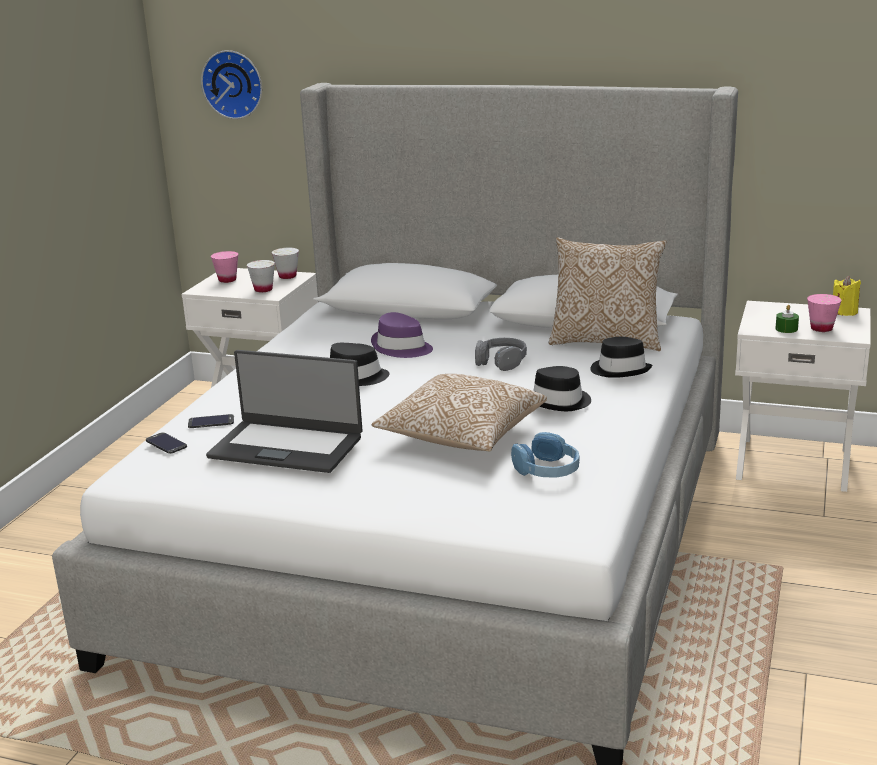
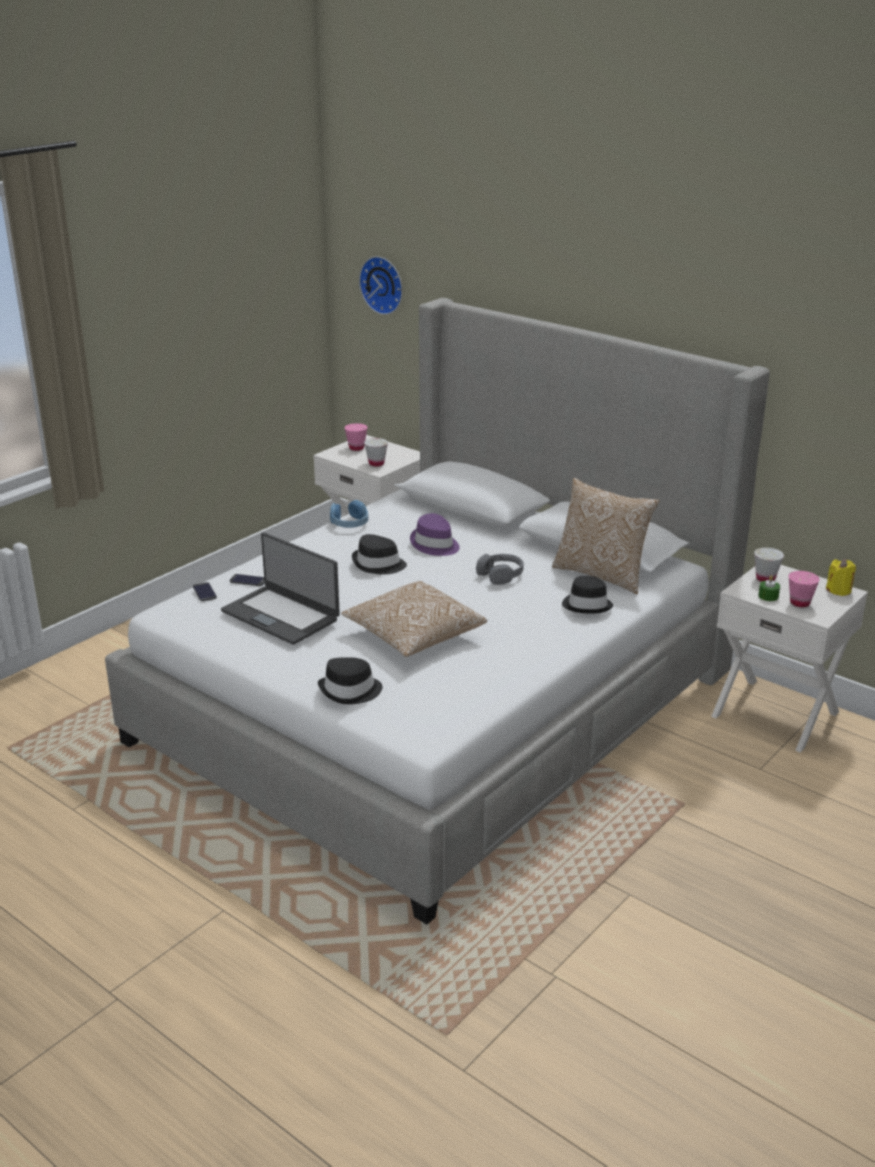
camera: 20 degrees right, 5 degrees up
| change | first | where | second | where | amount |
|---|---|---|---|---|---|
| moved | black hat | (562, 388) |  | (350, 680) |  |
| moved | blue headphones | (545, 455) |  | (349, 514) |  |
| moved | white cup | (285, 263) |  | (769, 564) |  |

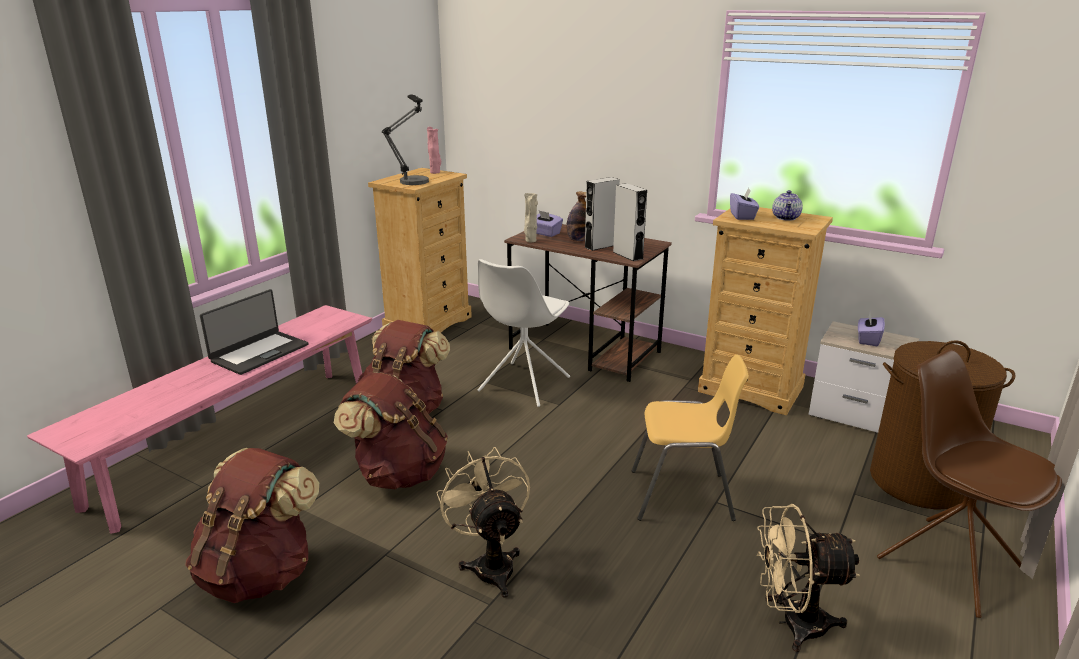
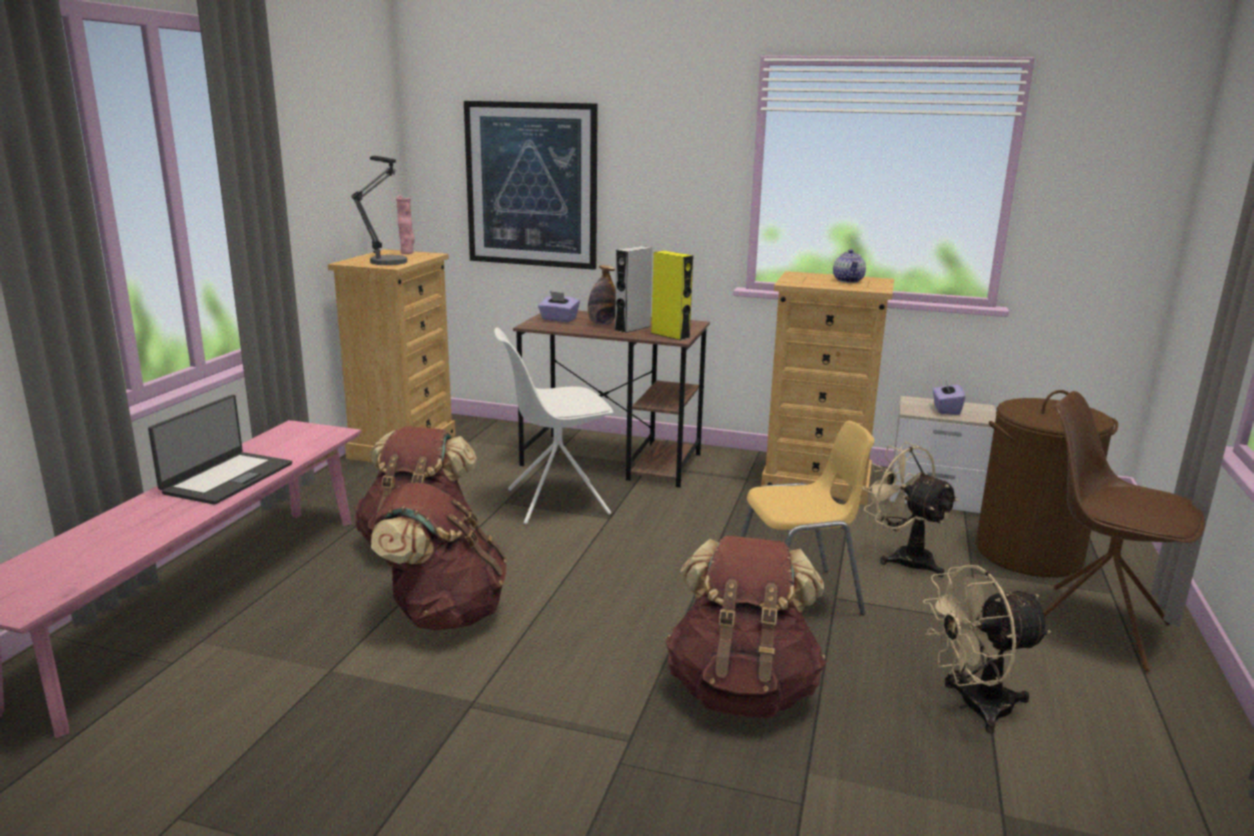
camera: 15 degrees left, 5 degrees down
| change | first | where | second | where | amount |
|---|---|---|---|---|---|
| added |  |  | picture | (531, 185) |  |
| turned | white chair | (524, 333) |  | (553, 426) | 60 degrees clockwise |
| recoloured | grey speaker | (630, 222) | yellow speaker | (672, 296) |  |
| moved | brown backpack | (252, 525) |  | (745, 626) |  |
| moved | beige fan | (483, 522) |  | (910, 509) |  |
| removed | beige vase | (531, 217) |  |  |  |
| removed | purple tissue box | (744, 203) |  |  |  |

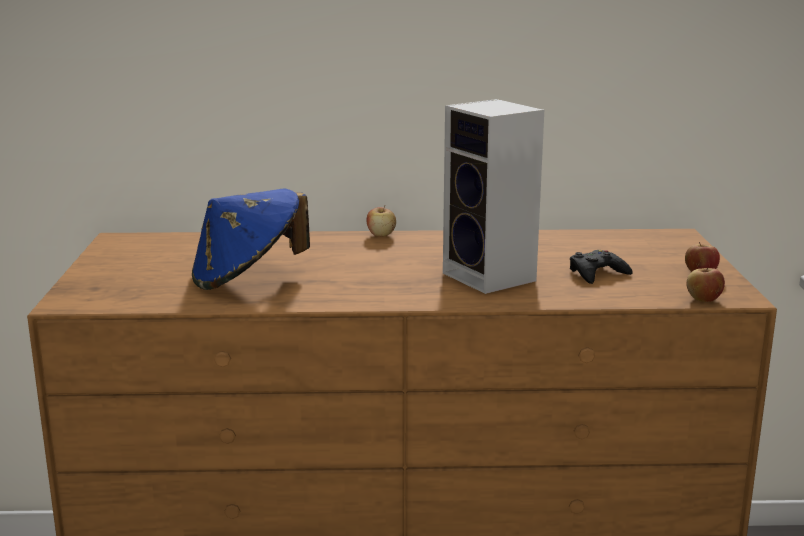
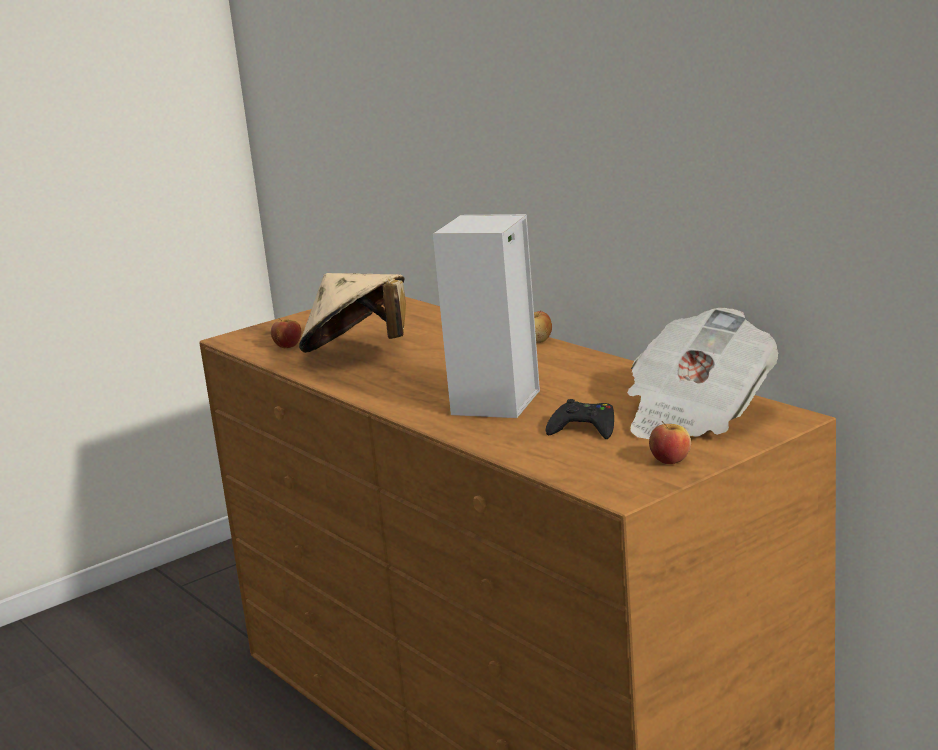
camera: 55 degrees right, 0 degrees up
| change | first | where | second | where | amount |
|---|---|---|---|---|---|
| moved | apple | (705, 285) |  | (286, 333) |  |
| recoloured | blue hat | (251, 239) | beige hat | (352, 313) |  |
| added |  |  | newspaper | (703, 373) |  |

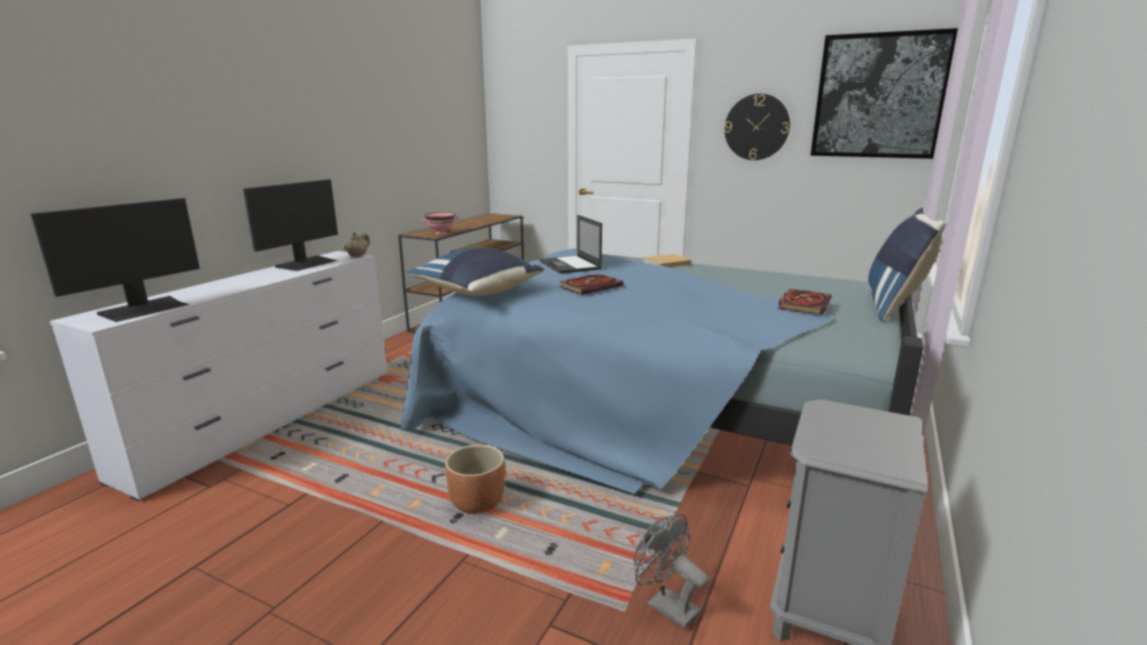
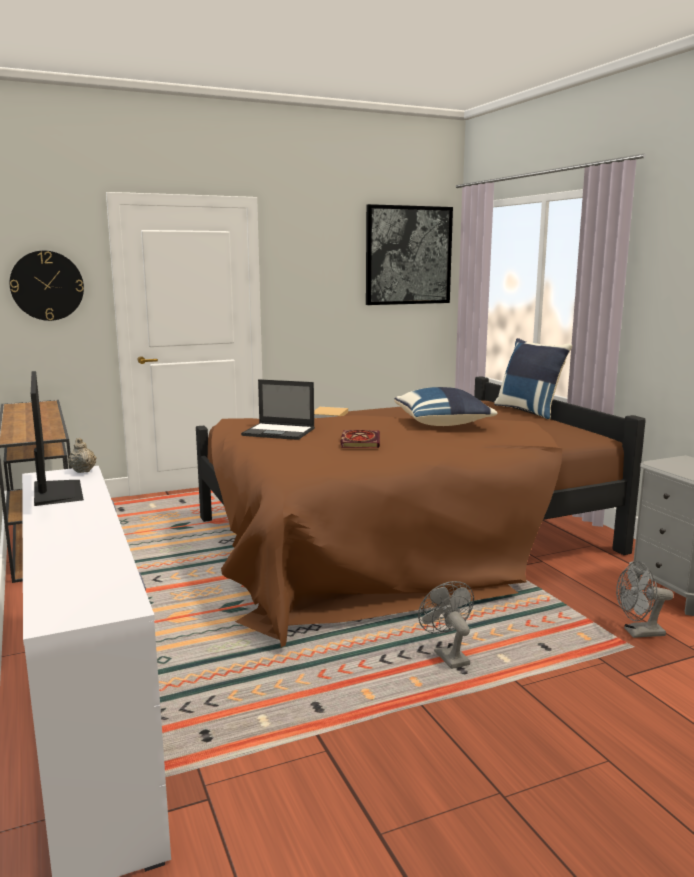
camera: 50 degrees left, 5 degrees down
| change | first | where | second | where | amount |
|---|---|---|---|---|---|
| moved | wall clock | (757, 127) |  | (47, 286) |  |
| recoloured | blue bed | (662, 371) | brown bed | (421, 511) |  |
| moved | blue pillow | (475, 272) |  | (445, 406) |  |
| replaced | brown planter | (475, 479) | grey fan | (446, 625) |  |
| removed | monitor | (115, 260) |  |  |  |
| removed | pink bowl | (440, 223) |  |  |  |
| removed | book | (805, 302) |  |  |  |

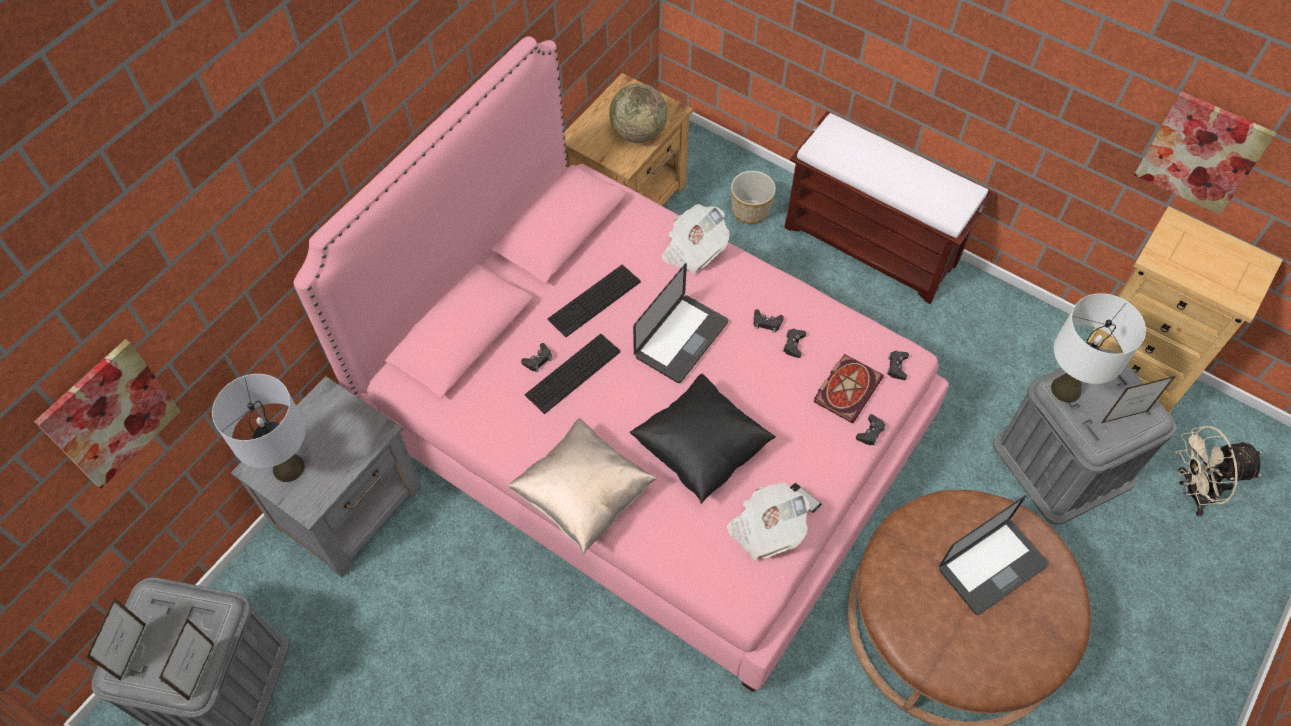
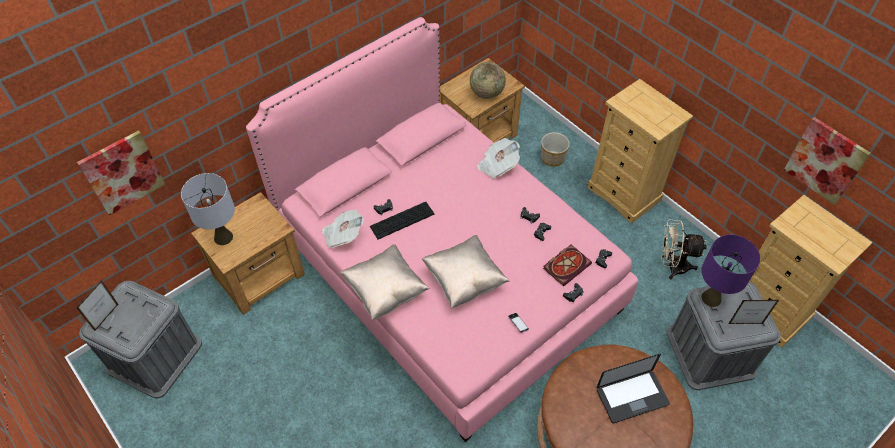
camera: 15 degrees right, 5 degrees down
| change | first | where | second | where | amount |
|---|---|---|---|---|---|
| recoloured | grey nightstand | (326, 476) | brown nightstand | (248, 253) |  |
| moved | newspaper | (768, 521) |  | (343, 228) |  |
| recoloured | black pillow | (703, 439) | beige pillow | (465, 272) |  |
| replaced | brown bench | (889, 208) | beige dresser | (640, 151) |  |
| moved | beige fan | (1219, 471) |  | (684, 249) |  |
| recoloured | white table lamp | (1098, 347) | purple table lamp | (730, 271) |  |
| removed | picture frame | (187, 659) |  |  |  |
| removed | keyboard | (594, 301) |  |  |  |
| removed | laptop | (680, 323) |  |  |  |

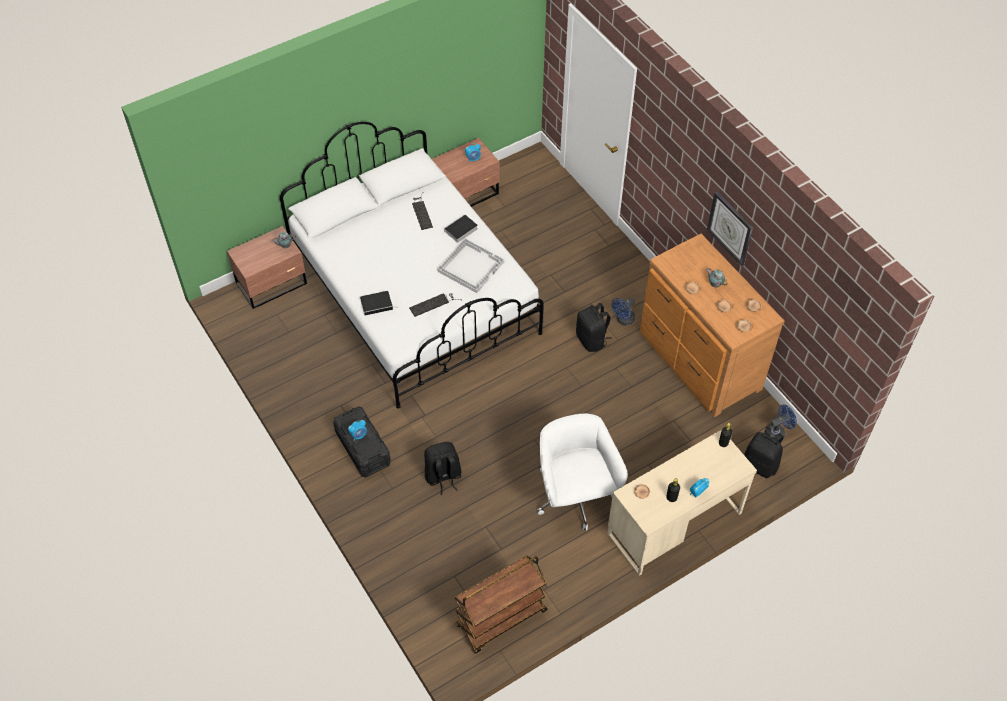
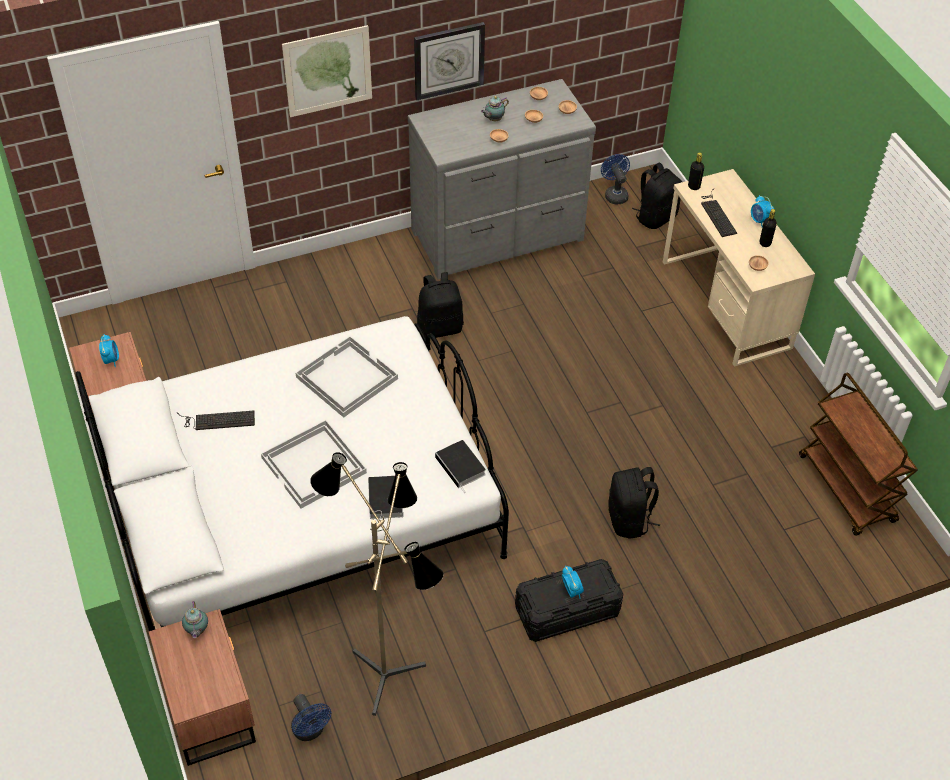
camera: 80 degrees left, 5 degrees down
| change | first | where | second | where | amount |
|---|---|---|---|---|---|
| added |  |  | white tray | (314, 464) |  |
| added |  |  | picture | (327, 71) |  |
| moved | blue fan | (623, 312) |  | (311, 717) |  |
| added |  |  | floor lamp | (377, 584) |  |
| recoloured | brown dresser | (712, 325) | grey dresser | (502, 179) |  |
| moved | book | (459, 229) |  | (460, 466) |  |
| moved | keyboard | (435, 305) |  | (719, 213) |  |
| removed | white office chair | (582, 472) |  |  |  |

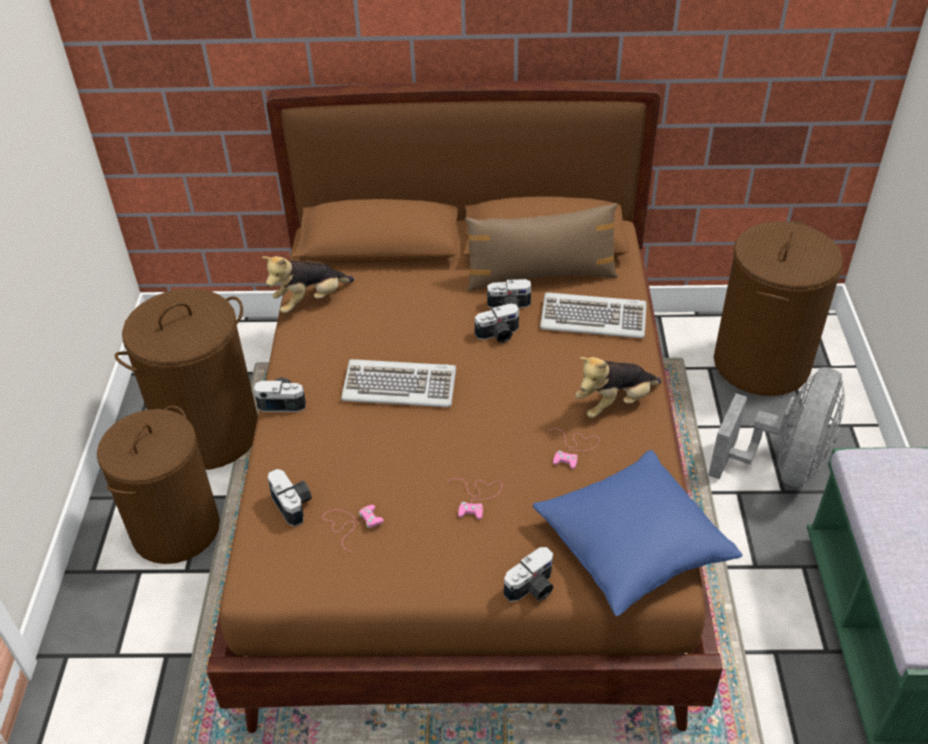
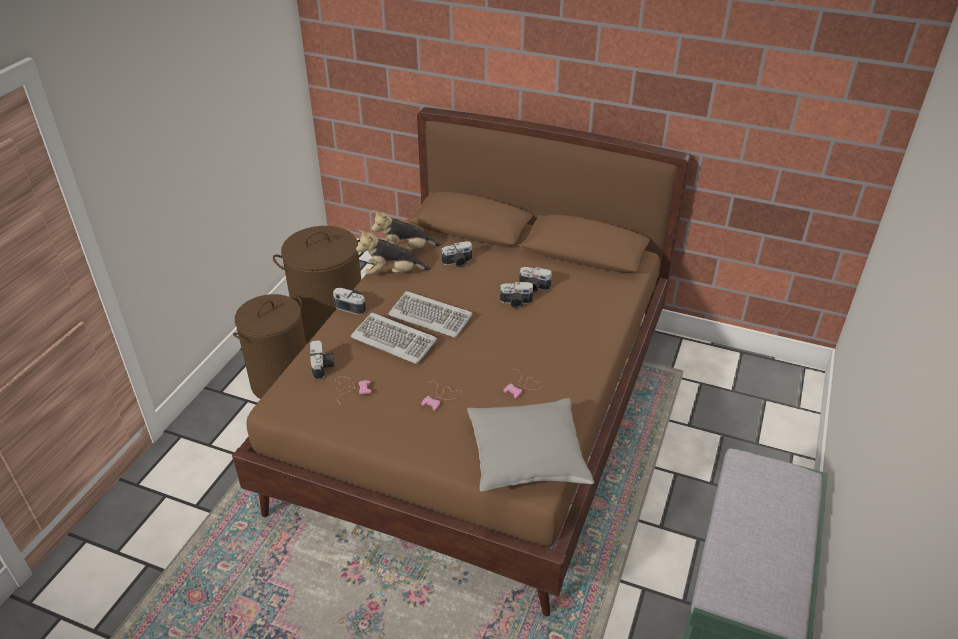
camera: 20 degrees right, 5 degrees down
| change | first | where | second | where | amount |
|---|---|---|---|---|---|
| moved | keyboard | (593, 315) |  | (393, 338) |  |
| moved | plush toy | (618, 387) |  | (393, 252) |  |
| moved | photo camera | (528, 574) |  | (457, 254) |  |
| recoloured | blue pillow | (638, 533) | grey pillow | (530, 444) |  |
| removed | brown pillow | (541, 247) |  |  |  |
| removed | grey fan | (776, 427) |  |  |  |
| removed | brown laundry basket | (778, 308) |  |  |  |

